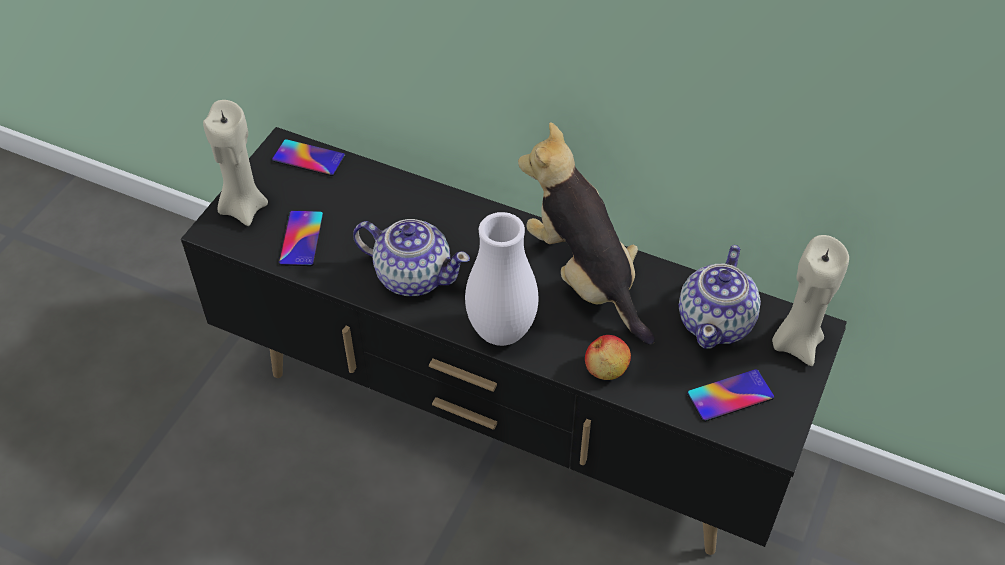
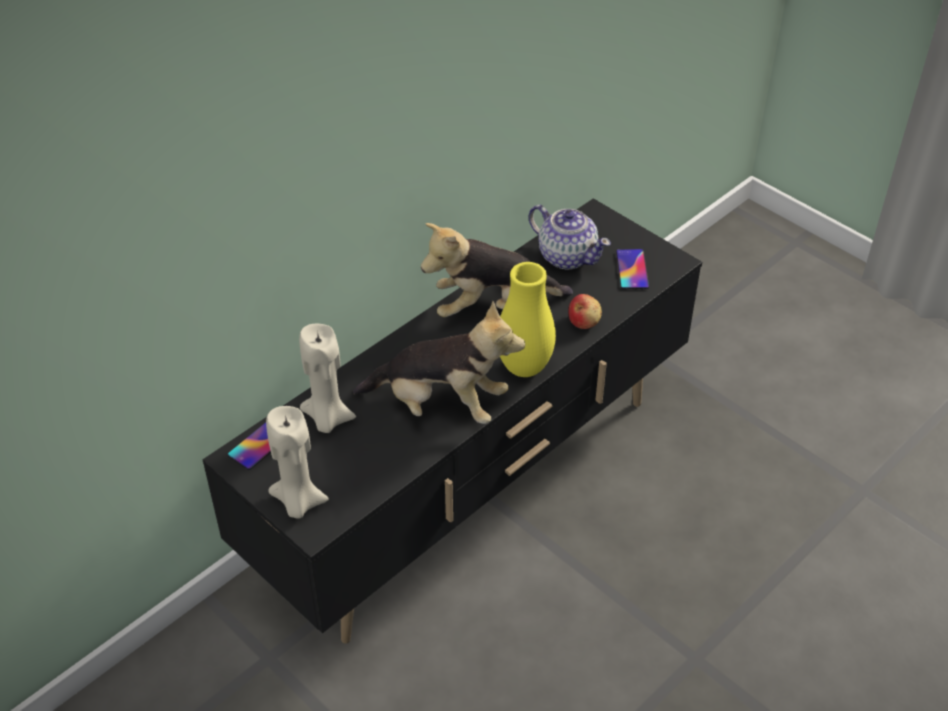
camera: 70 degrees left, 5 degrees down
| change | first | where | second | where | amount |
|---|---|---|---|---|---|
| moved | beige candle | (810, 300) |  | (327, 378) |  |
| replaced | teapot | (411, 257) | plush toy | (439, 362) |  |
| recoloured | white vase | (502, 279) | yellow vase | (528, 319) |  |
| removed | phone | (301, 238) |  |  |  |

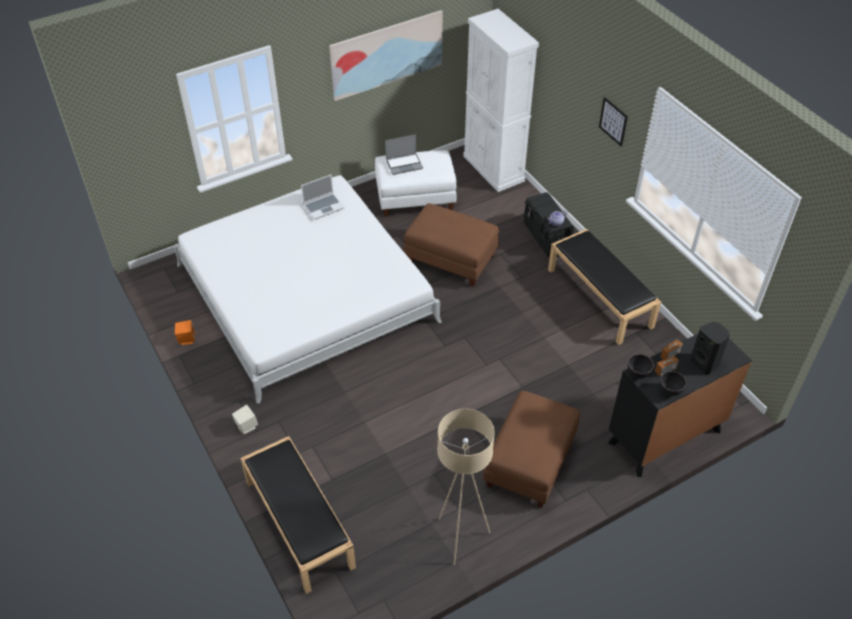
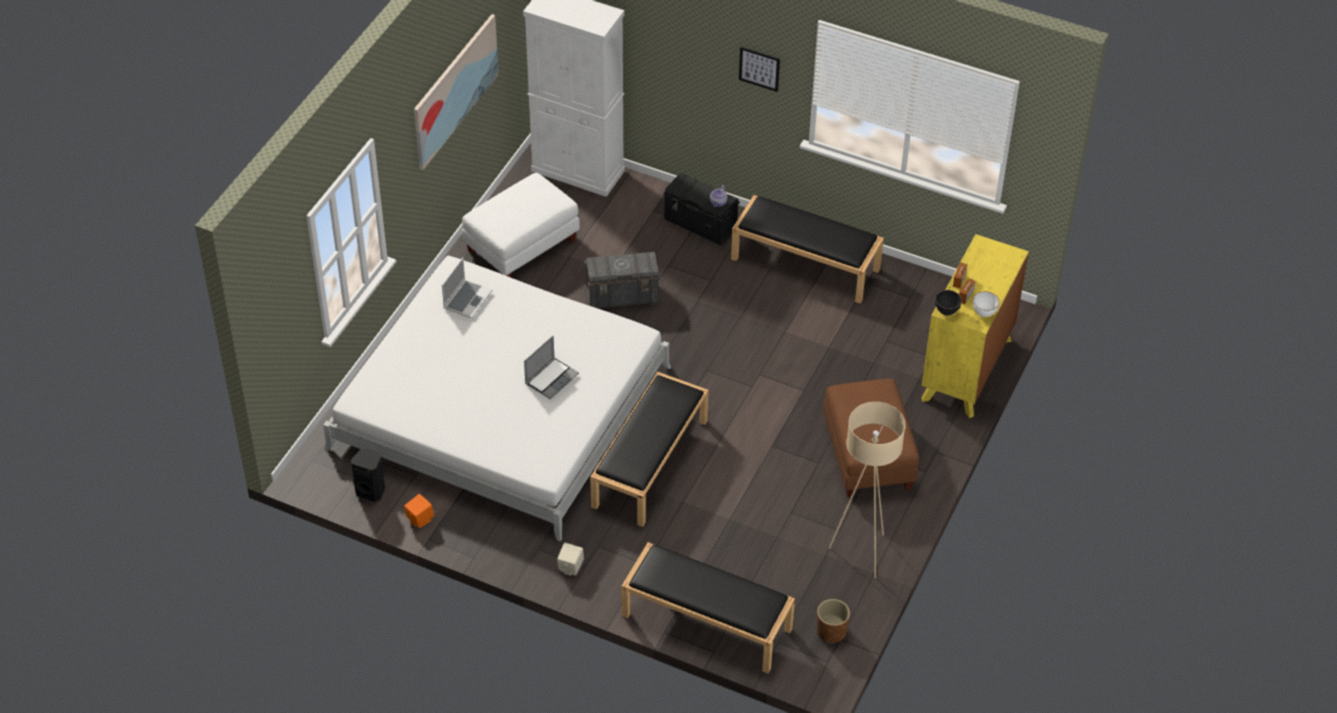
camera: 35 degrees left, 0 degrees up
| change | first | where | second | where | amount |
|---|---|---|---|---|---|
| moved | black speaker | (710, 348) |  | (368, 475) |  |
| moved | laptop | (404, 155) |  | (551, 368) |  |
| replaced | brown ottoman | (451, 245) | grey storage box | (622, 280) |  |
| added |  |  | black bench | (649, 449) |  |
| added |  |  | brown planter | (833, 621) |  |
| recoloured | black dresser | (680, 405) | yellow dresser | (975, 326) |  |
| recoloured | black bowl | (673, 383) | white bowl | (986, 304) |  |

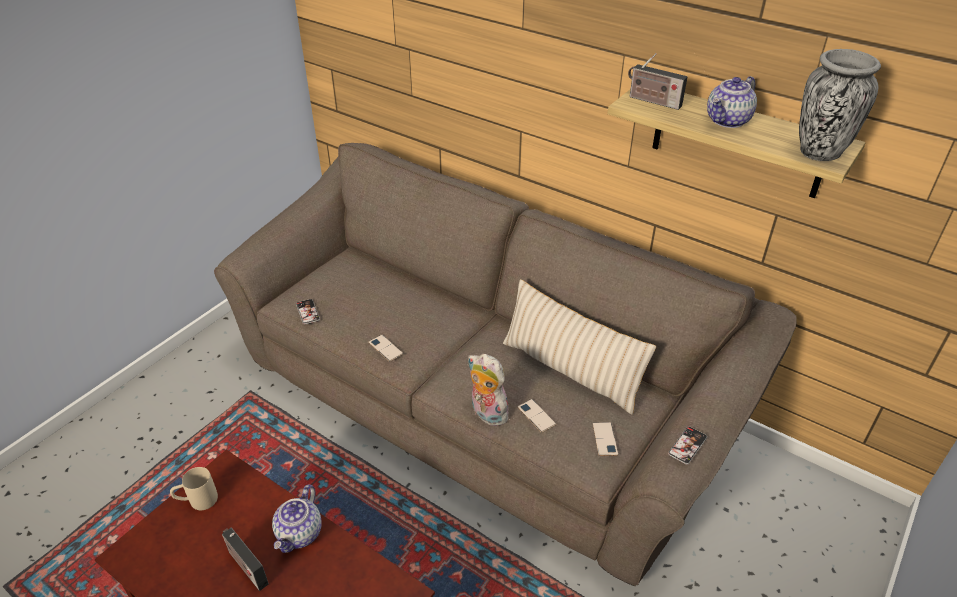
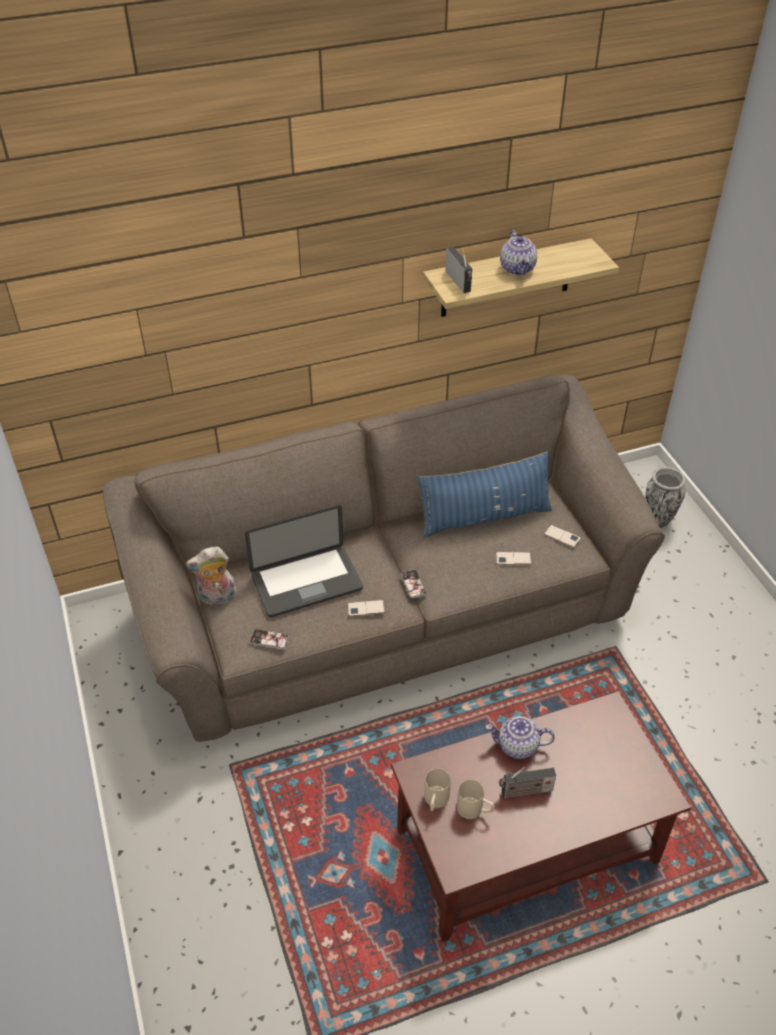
camera: 55 degrees left, 5 degrees up
| change | first | where | second | where | amount |
|---|---|---|---|---|---|
| moved | plush toy | (490, 390) |  | (211, 575) |  |
| added |  |  | laptop | (304, 561) |  |
| moved | phone | (687, 446) |  | (413, 583) |  |
| recoloured | beige pillow | (579, 347) | blue pillow | (484, 494) |  |
| turned | radio | (657, 81) |  | (458, 270) | 90 degrees counterclockwise |
| added |  |  | beige mug | (476, 799) |  |
| turned | teapot | (297, 519) |  | (520, 737) | 135 degrees clockwise |
| moved | vase | (840, 105) |  | (665, 497) |  |

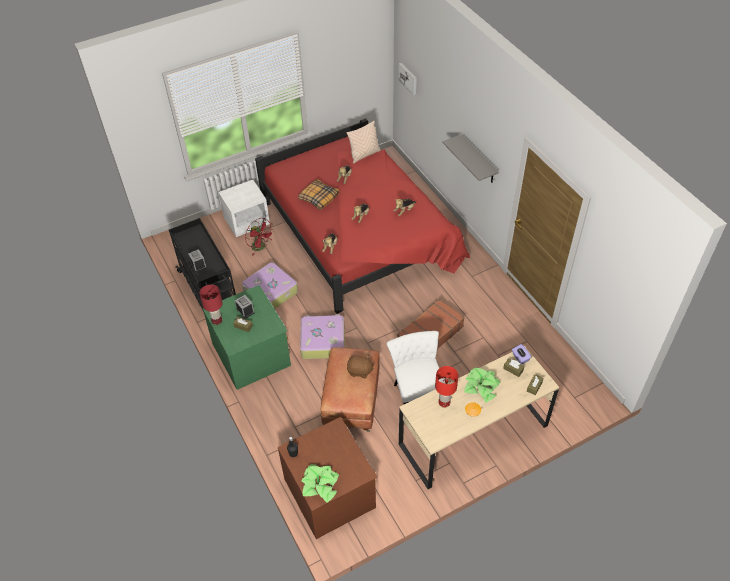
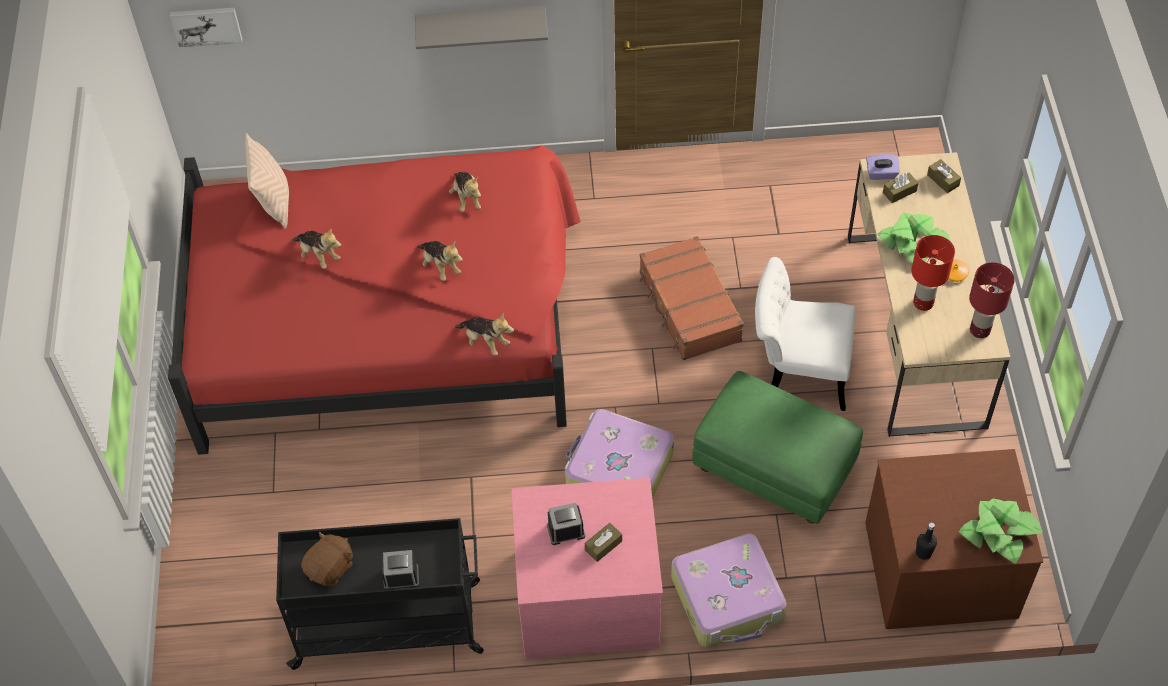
camera: 65 degrees left, 5 degrees up
| change | first | where | second | where | amount |
|---|---|---|---|---|---|
| moved | brown plush toy | (360, 367) |  | (327, 559) |  |
| recoloured | green dresser | (247, 337) | pink dresser | (587, 568) |  |
| moved | suitcase | (270, 285) |  | (729, 590) |  |
| recoloured | brown ottoman | (350, 389) | green ottoman | (777, 447) |  |
| moved | red table lamp | (211, 305) |  | (992, 300) |  |
| removed | white nightstand | (244, 208) |  |  |  |
| removed | red fan | (260, 236) |  |  |  |
| removed | pillow | (319, 194) |  |  |  |

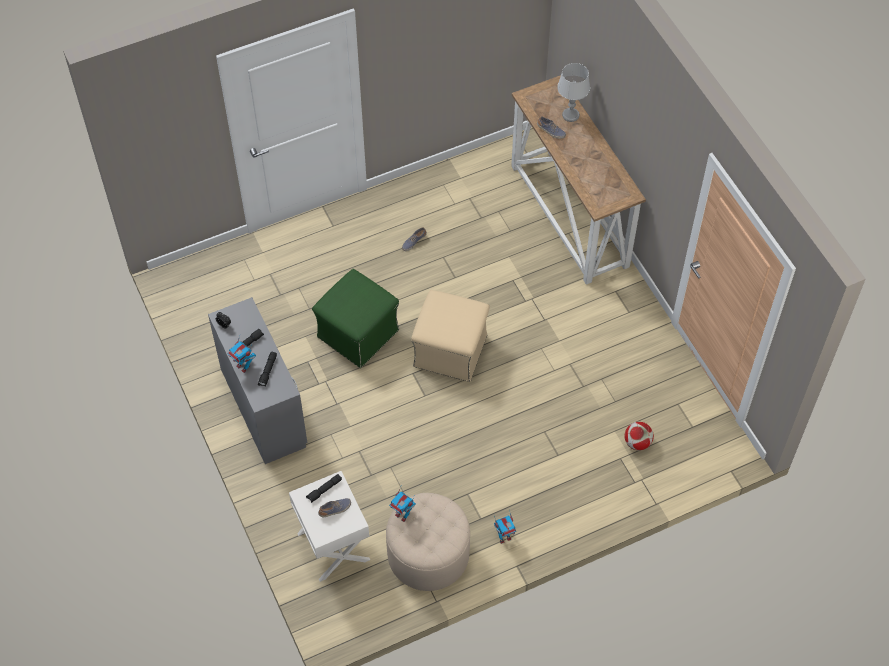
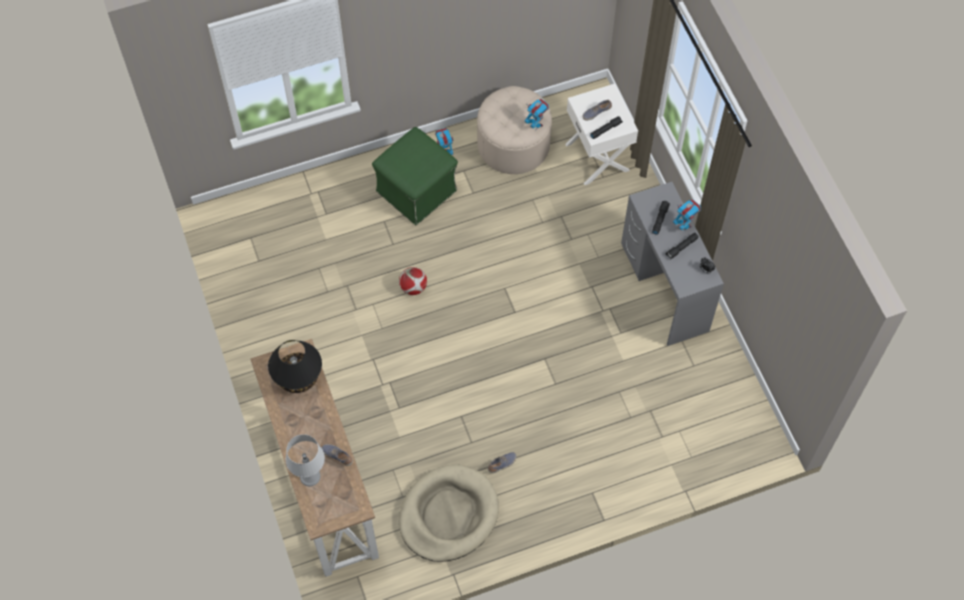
camera: 175 degrees left, 5 degrees up
| change | first | where | second | where | amount |
|---|---|---|---|---|---|
| added |  |  | black table lamp | (295, 366) |  |
| moved | green ottoman | (355, 318) |  | (415, 176) |  |
| moved | football | (639, 436) |  | (413, 281) |  |
| added |  |  | beige dog bed | (449, 513) |  |
| removed | beige ottoman | (450, 336) |  |  |  |

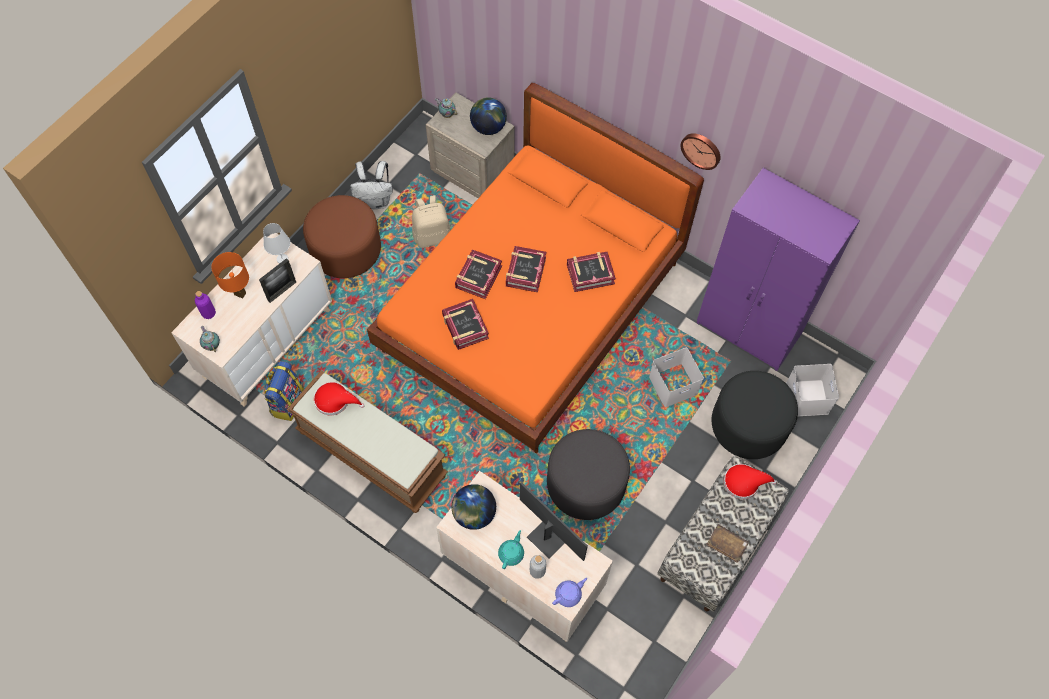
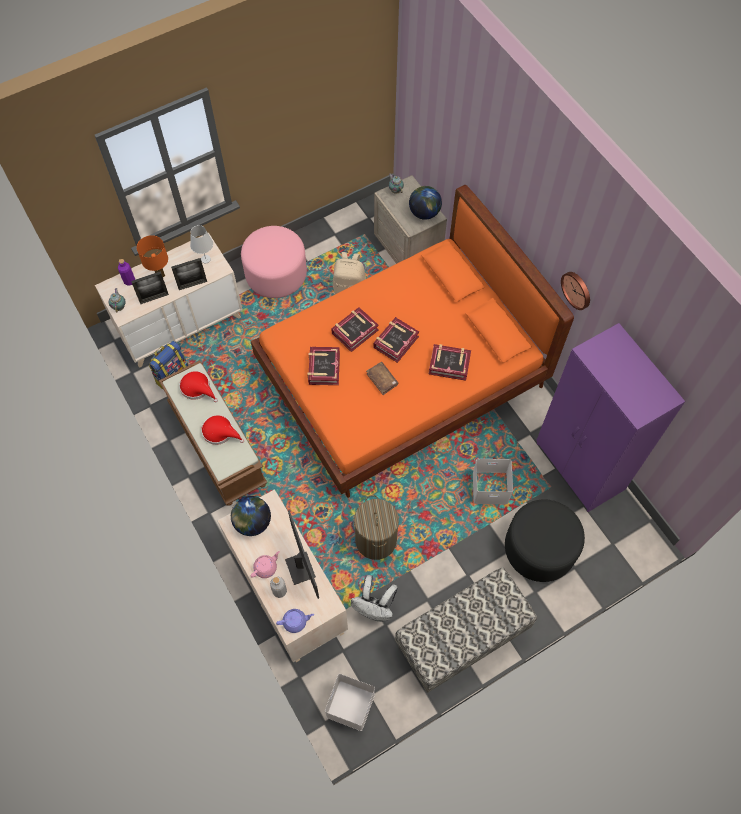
camera: 25 degrees right, 0 degrees up
| change | first | where | second | where | amount |
|---|---|---|---|---|---|
| added |  |  | picture frame | (150, 287) |  |
| moved | red hat | (750, 481) |  | (222, 430) |  |
| recoloured | brown ottoman | (342, 236) | pink ottoman | (274, 262) |  |
| recoloured | turquoise teapot | (511, 549) | pink teapot | (265, 564) |  |
| moved | white storage box | (812, 390) |  | (350, 702) |  |
| moved | white backpack | (371, 185) |  | (374, 598) |  |
| replaced | grey ottoman | (588, 474) | laundry basket | (376, 527) |  |
| moved | brown book | (727, 543) |  | (382, 378) |  |

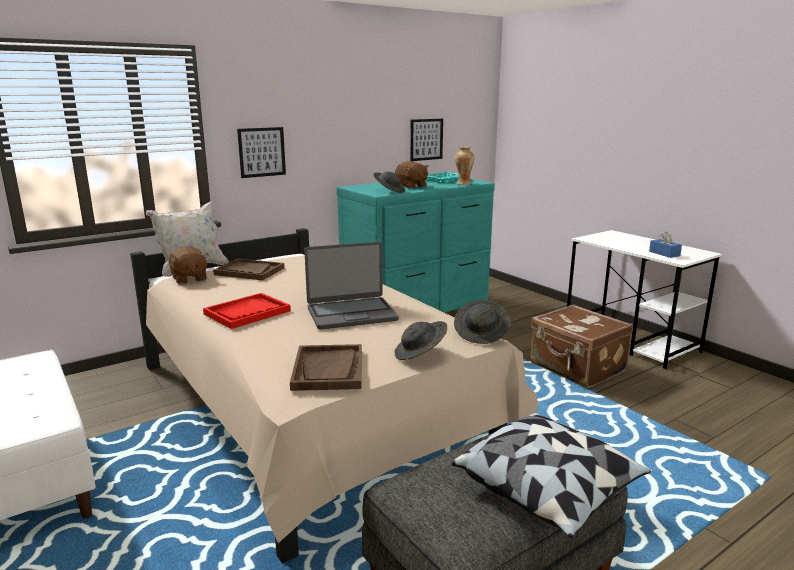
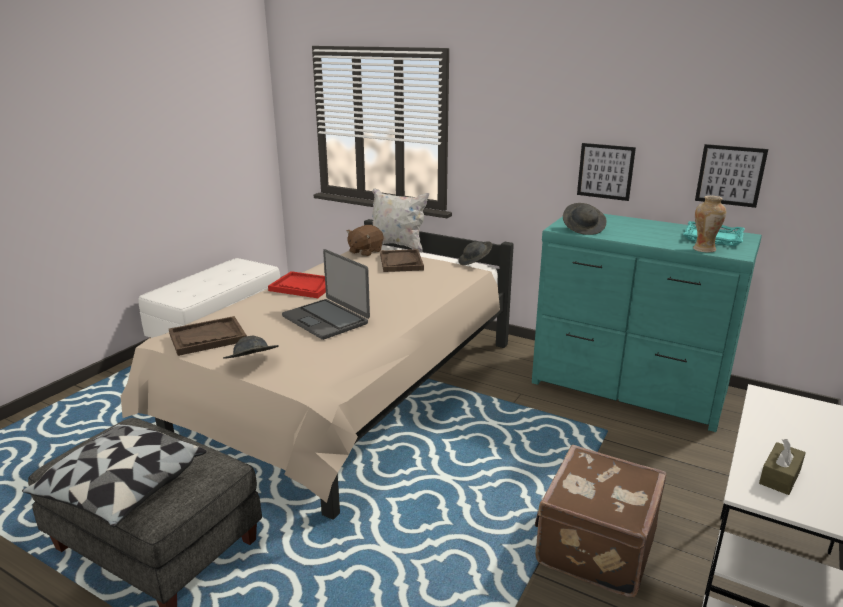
camera: 65 degrees right, 5 degrees up
| change | first | where | second | where | amount |
|---|---|---|---|---|---|
| moved | grey hat | (482, 321) |  | (475, 253) |  |
| moved | picture | (261, 152) |  | (606, 172) |  |
| recoloured | blue tissue box | (665, 245) | brown tissue box | (782, 467) |  |
| removed | brown plush toy | (412, 175) |  |  |  |

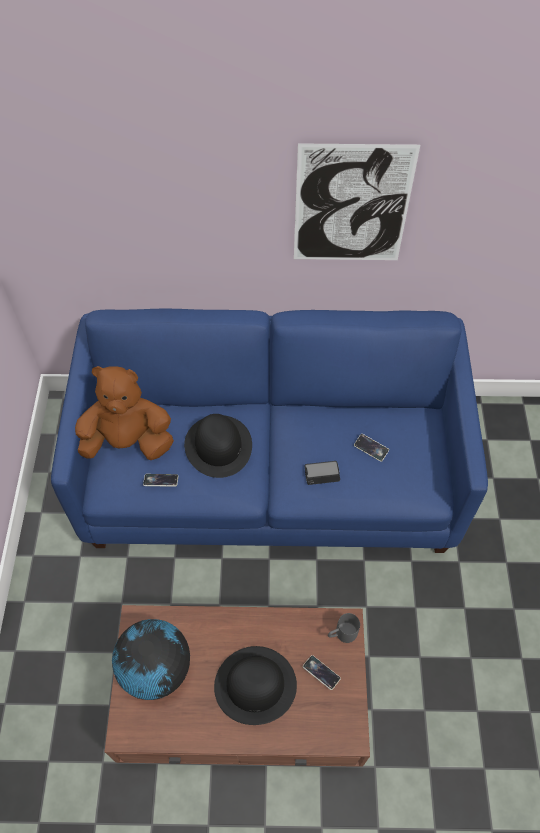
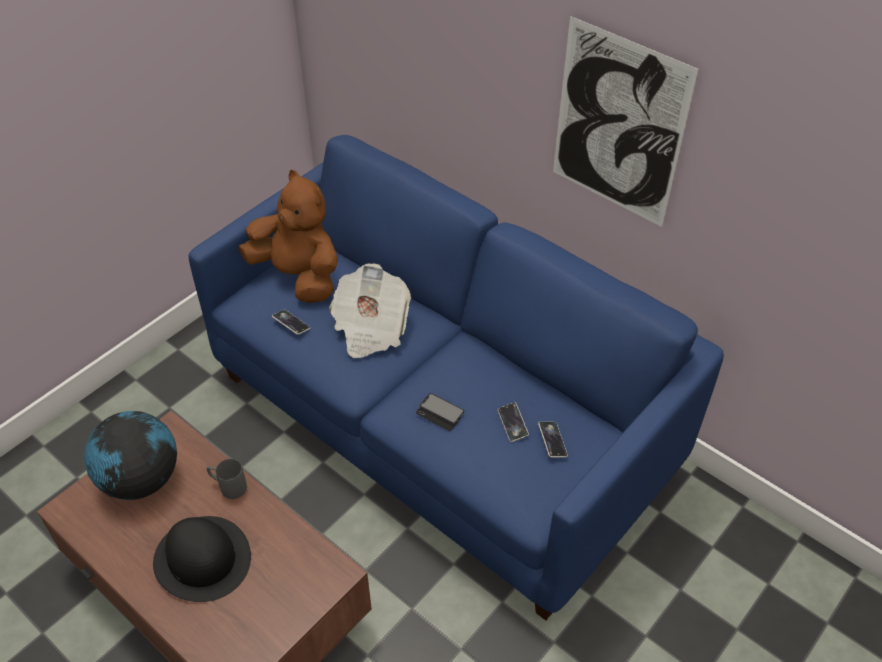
camera: 40 degrees right, 10 degrees down
| change | first | where | second | where | amount |
|---|---|---|---|---|---|
| moved | grey mug | (344, 628) |  | (227, 479) |  |
| replaced | black hat | (218, 446) | newspaper | (370, 310) |  |
| moved | phone | (322, 672) |  | (553, 439) |  |

